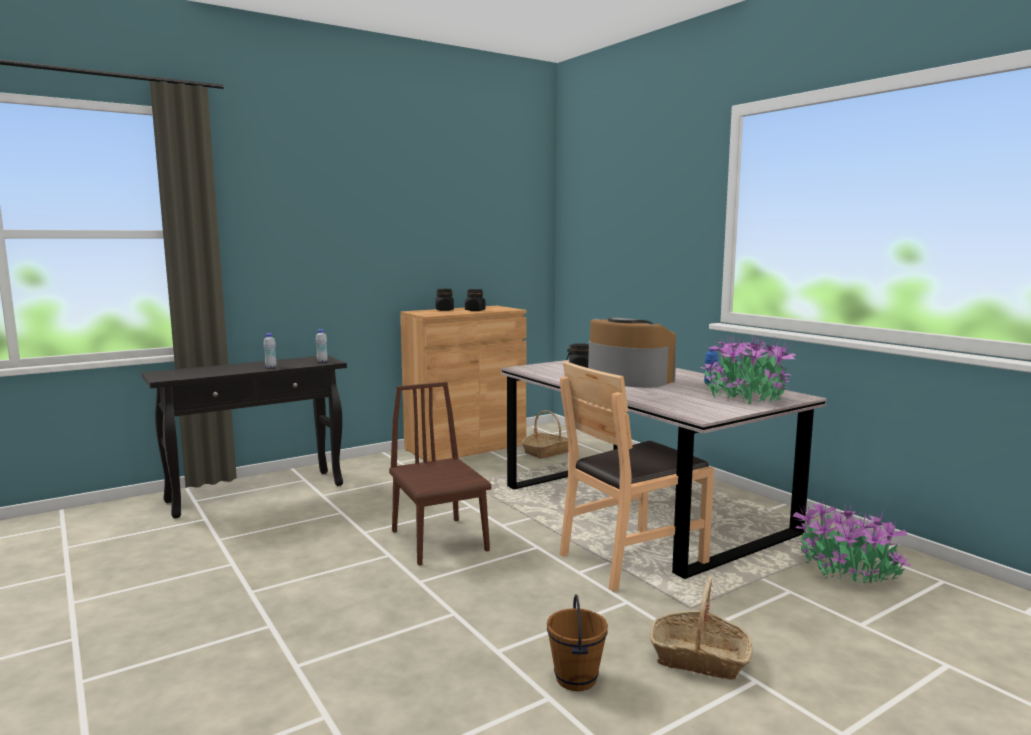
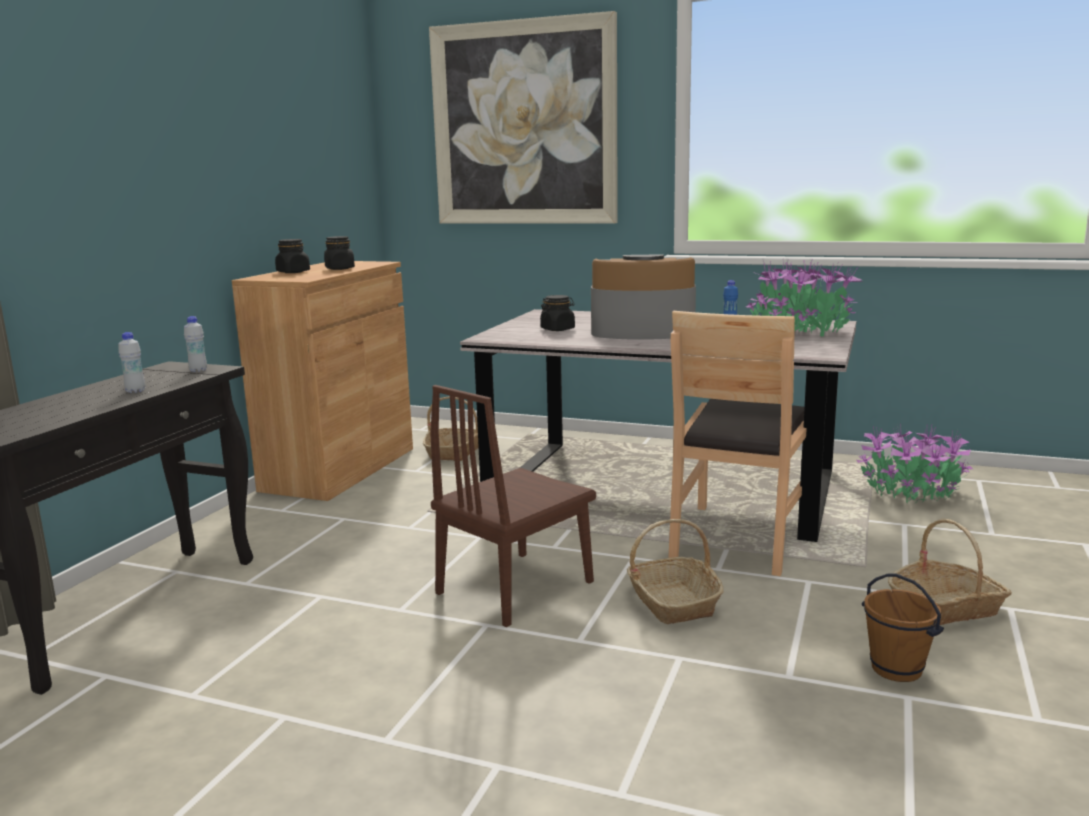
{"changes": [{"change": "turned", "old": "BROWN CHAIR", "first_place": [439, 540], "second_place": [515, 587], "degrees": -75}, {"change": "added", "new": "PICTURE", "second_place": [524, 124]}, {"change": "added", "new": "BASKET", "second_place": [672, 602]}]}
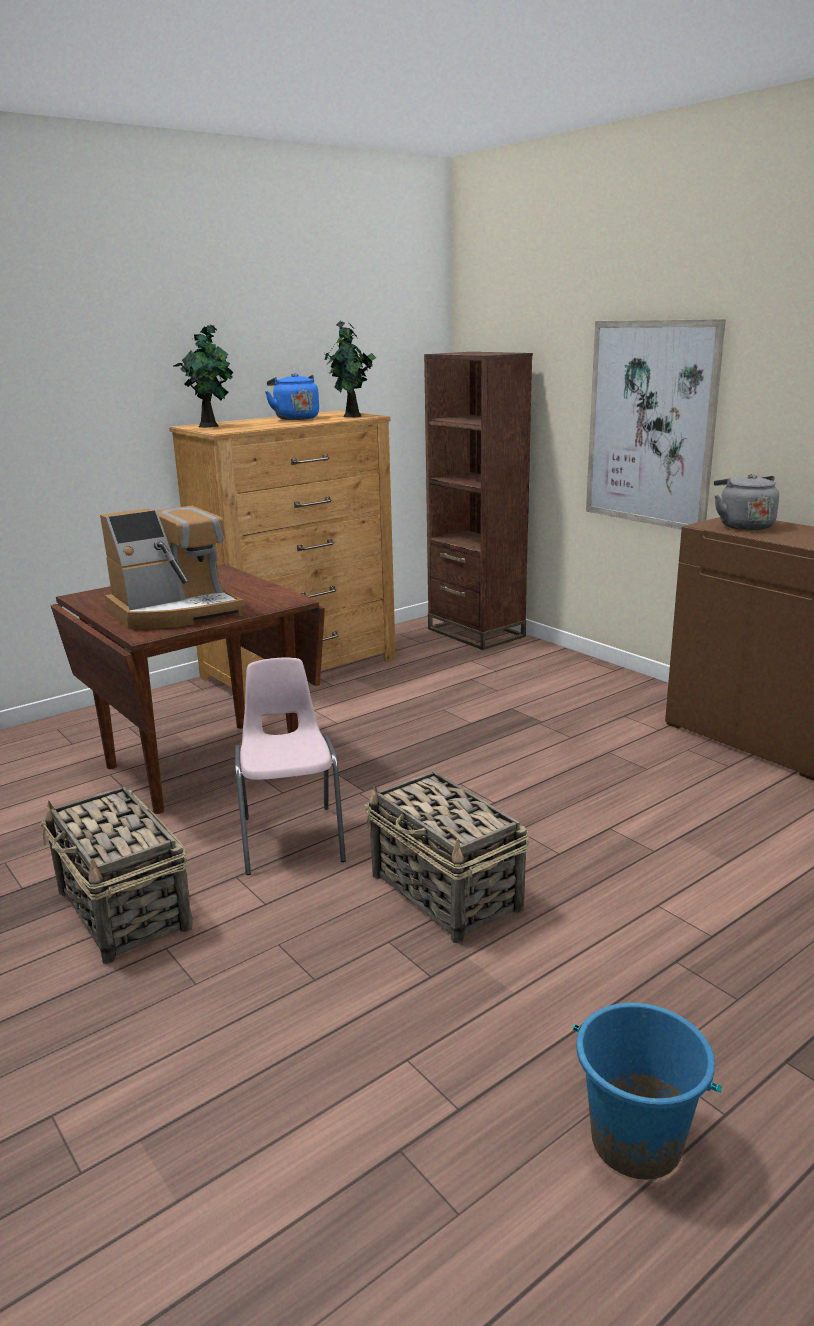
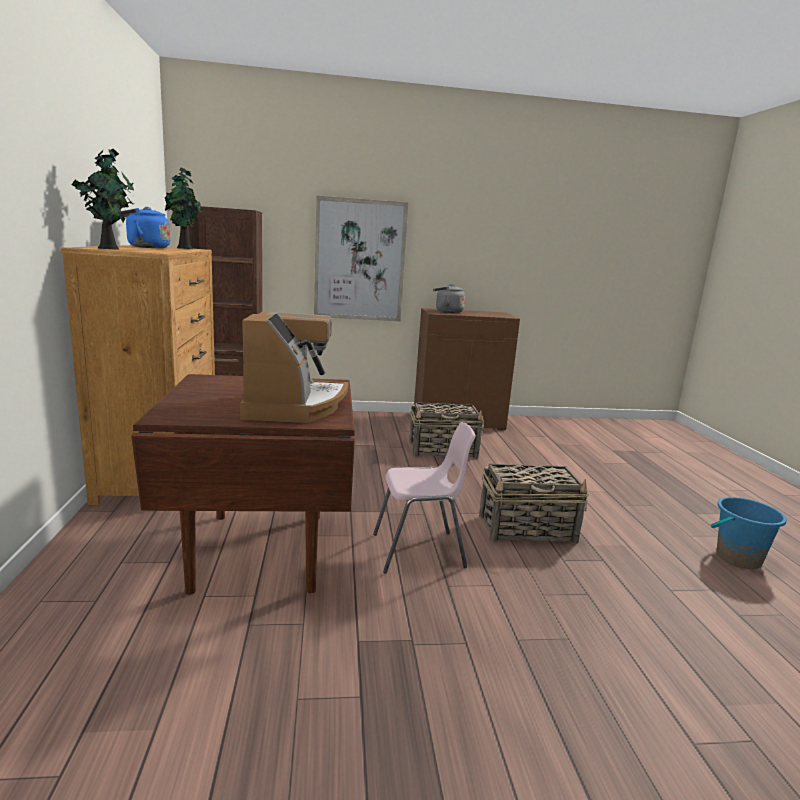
{"changes": [{"change": "turned", "old": "PINK CHAIR", "first_place": [292, 838], "second_place": [419, 551], "degrees": 150}, {"change": "moved", "old": "BASKET", "first_place": [124, 911], "second_place": [443, 450]}]}
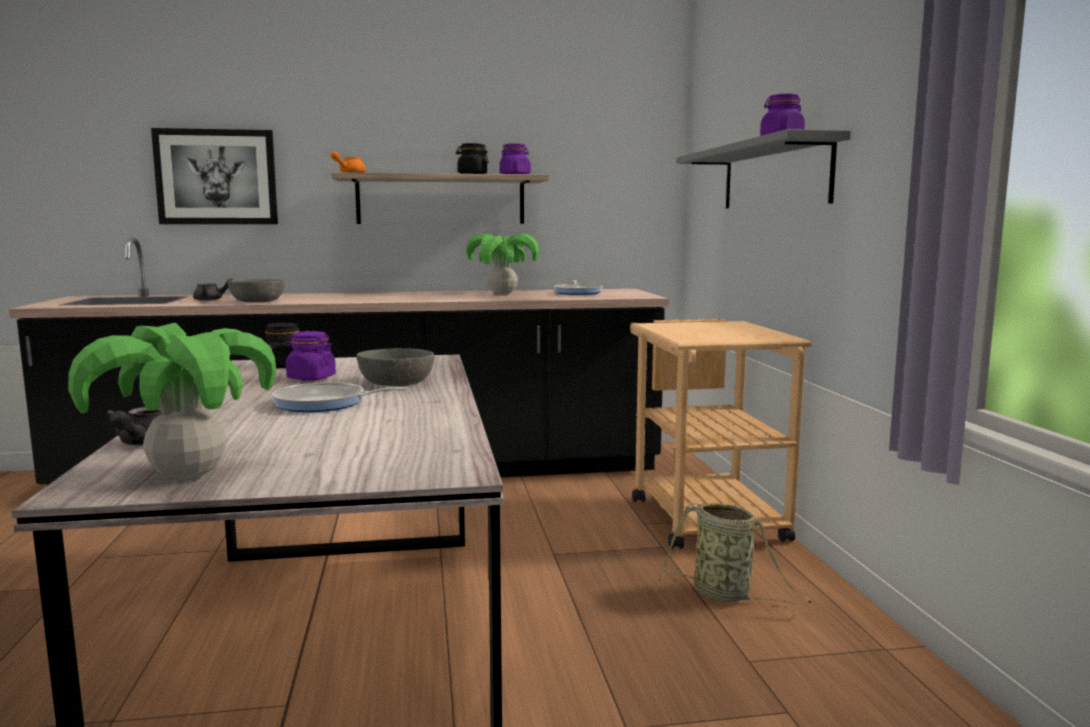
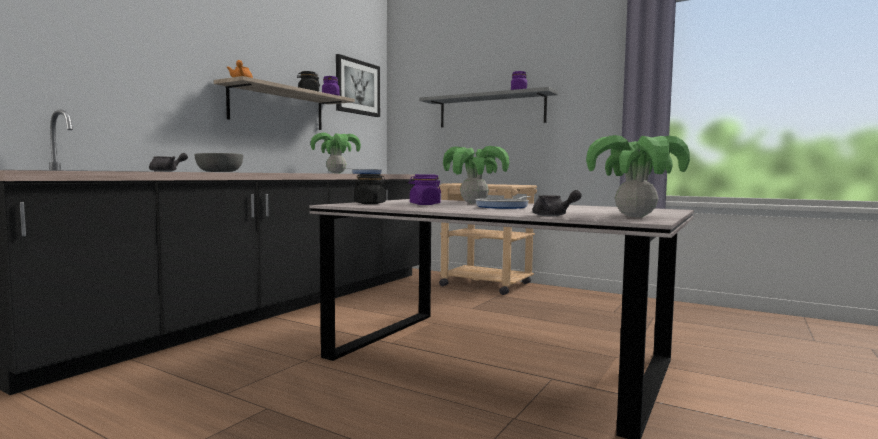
{"changes": [{"change": "moved", "old": "PICTURE", "first_place": [216, 177], "second_place": [357, 87]}, {"change": "replaced", "old": "GREY BOWL", "new": "POTTED PLANT", "first_place": [396, 383], "second_place": [473, 203]}, {"change": "removed", "old": "BASKET", "first_place": [726, 595]}]}
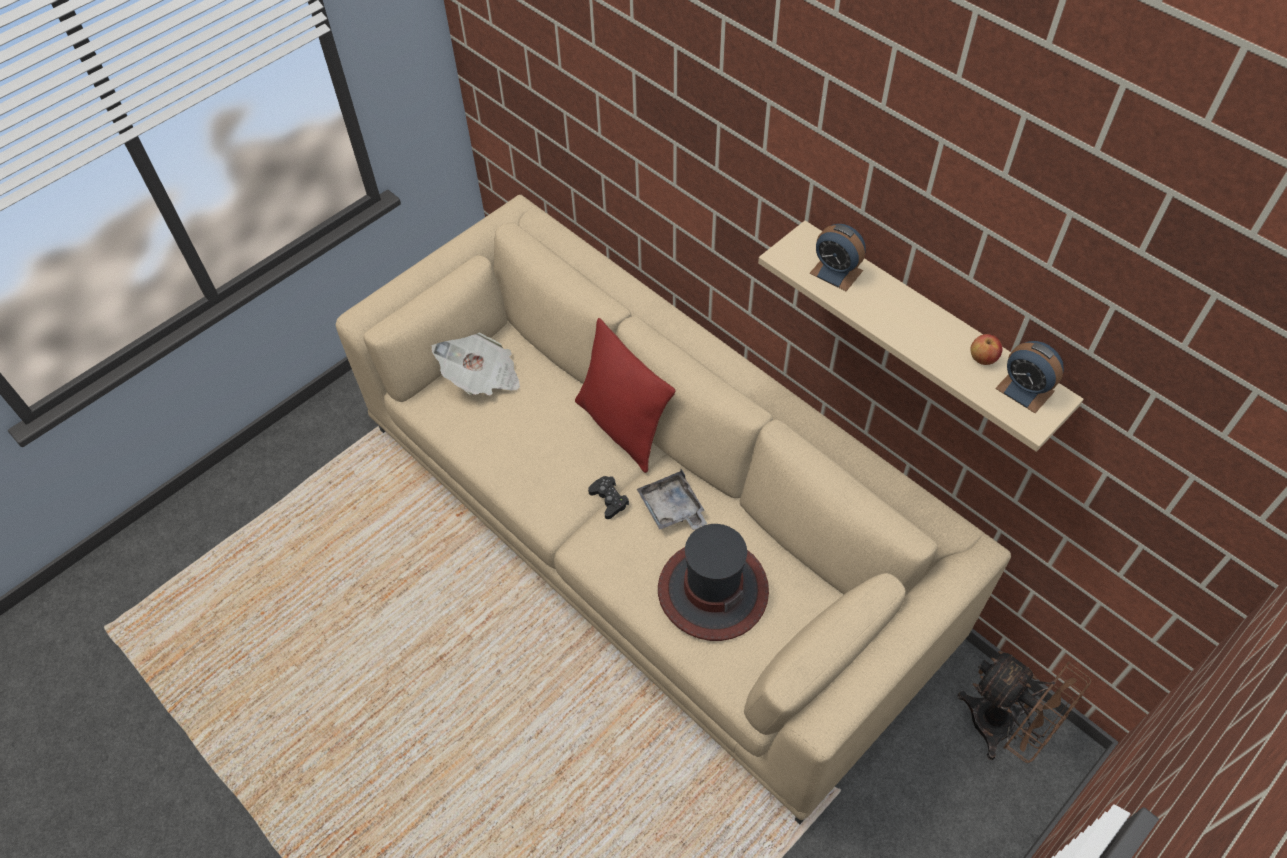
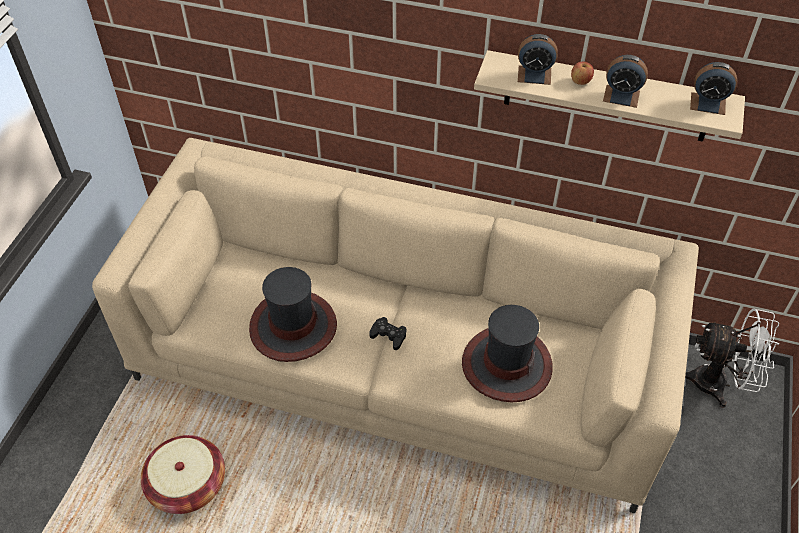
{"changes": [{"change": "removed", "old": "RED PILLOW", "first_place": [622, 428]}, {"change": "removed", "old": "NEWSPAPER", "first_place": [481, 376]}, {"change": "moved", "old": "APPLE", "first_place": [982, 358], "second_place": [580, 81]}, {"change": "removed", "old": "GREY TRAY", "first_place": [672, 509]}, {"change": "recoloured", "old": "BROWN FAN", "new": "WHITE FAN", "first_place": [1004, 729], "second_place": [718, 384]}, {"change": "added", "new": "ALARM CLOCK", "second_place": [621, 96]}, {"change": "added", "new": "HAT", "second_place": [292, 327]}, {"change": "added", "new": "BASKET", "second_place": [188, 485]}]}
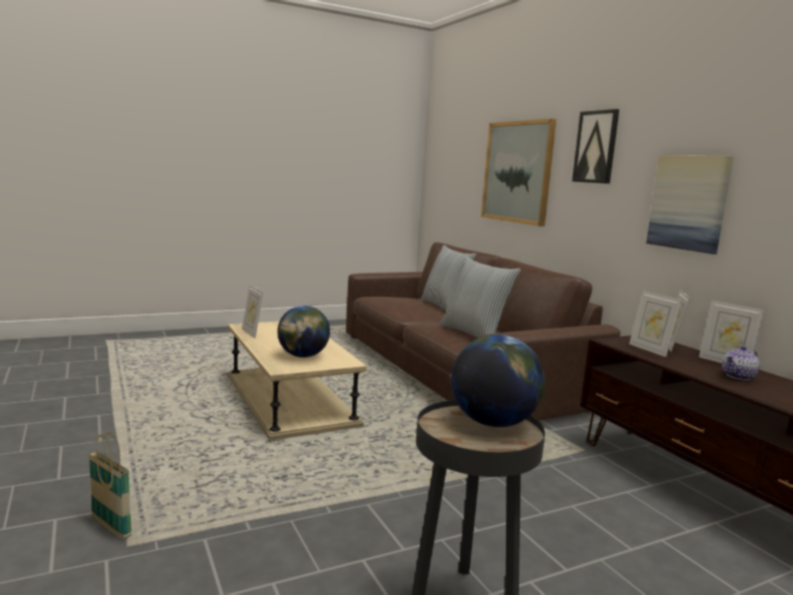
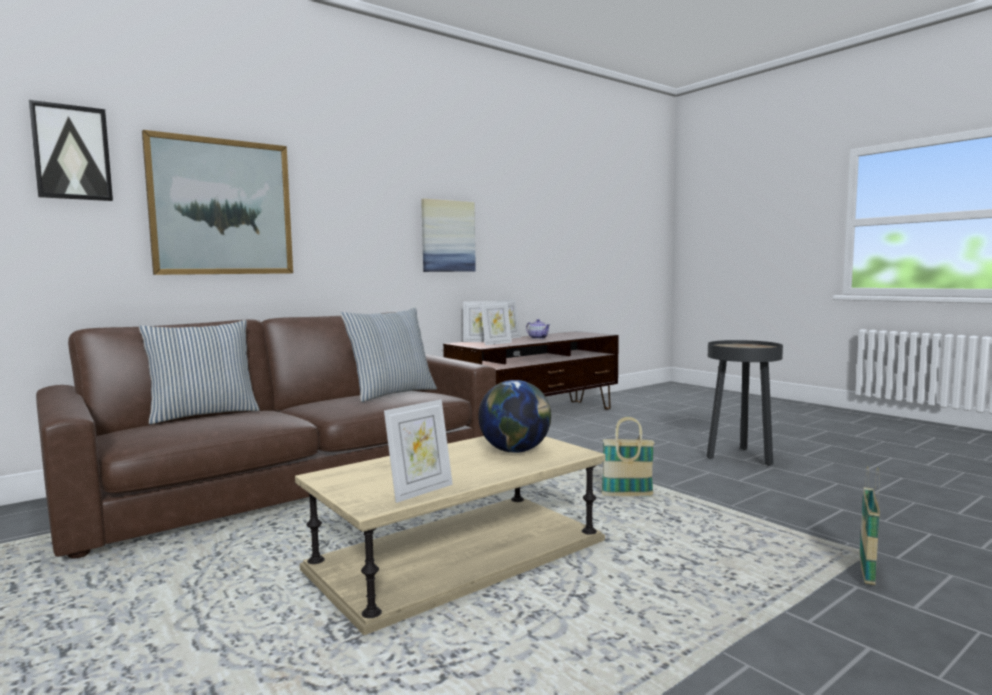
{"changes": [{"change": "moved", "old": "PICTURE", "first_place": [596, 147], "second_place": [72, 153]}, {"change": "removed", "old": "GLOBE", "first_place": [493, 422]}, {"change": "added", "new": "BASKET", "second_place": [627, 495]}]}
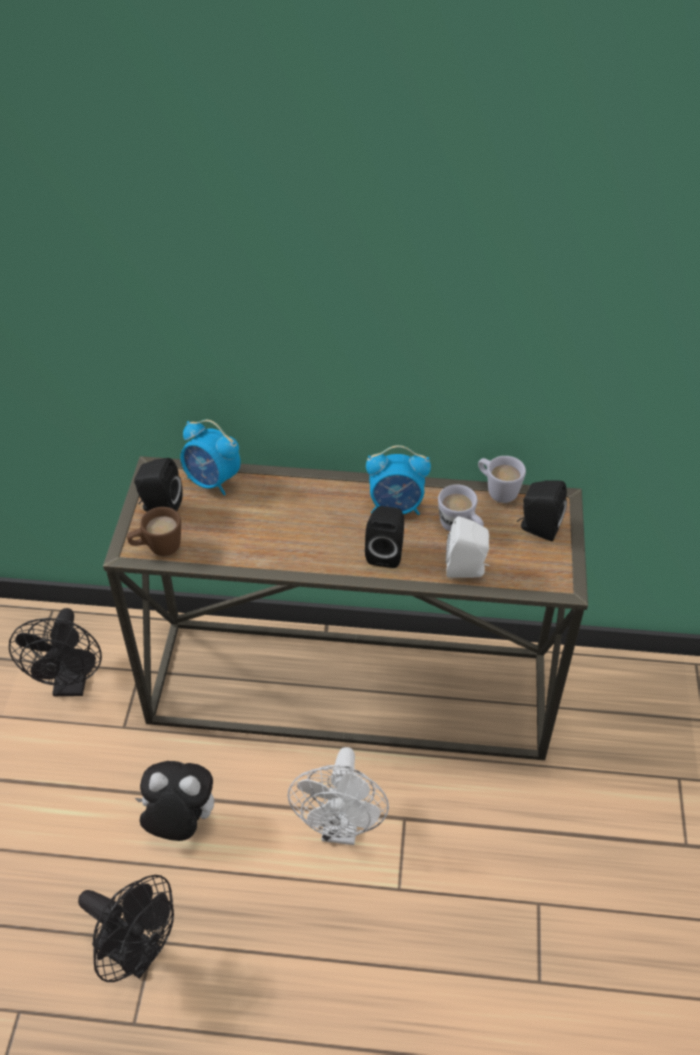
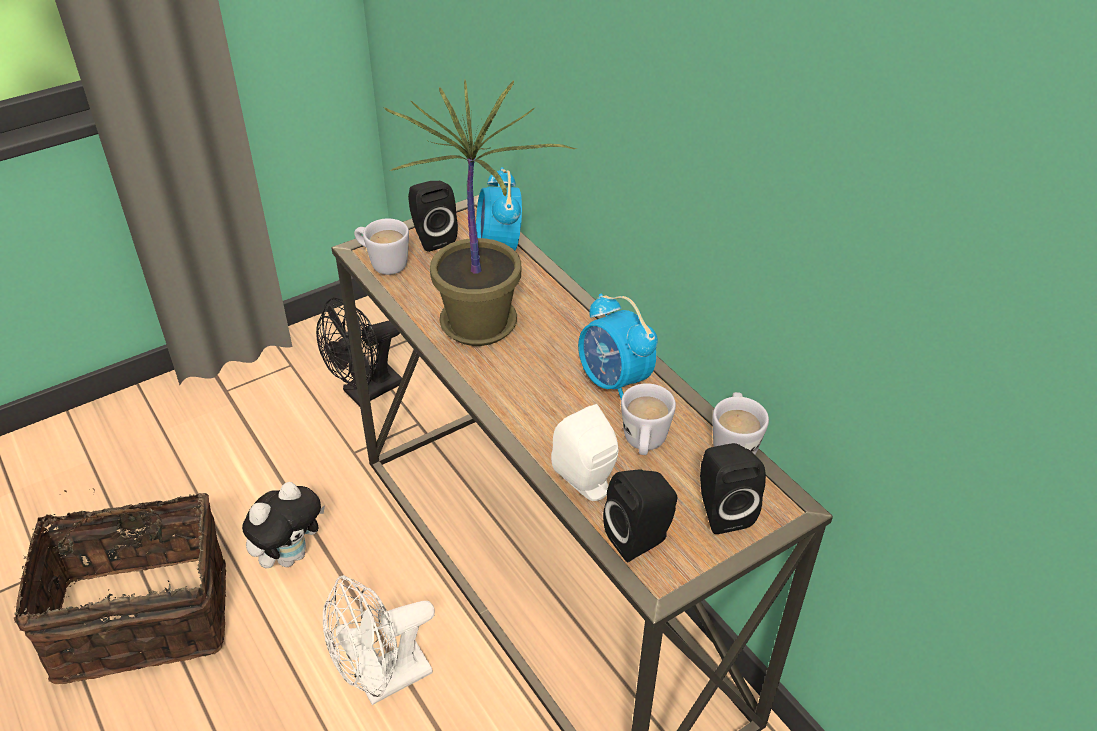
{"changes": [{"change": "moved", "old": "BLACK SPEAKER", "first_place": [385, 552], "second_place": [641, 539]}, {"change": "recoloured", "old": "BROWN MUG", "new": "WHITE MUG", "first_place": [157, 548], "second_place": [383, 263]}, {"change": "turned", "old": "PLUSH TOY", "first_place": [180, 823], "second_place": [290, 555], "degrees": 75}, {"change": "replaced", "old": "BLACK FAN", "new": "BASKET", "first_place": [137, 953], "second_place": [143, 613]}, {"change": "added", "new": "POTTED PLANT", "second_place": [481, 326]}]}
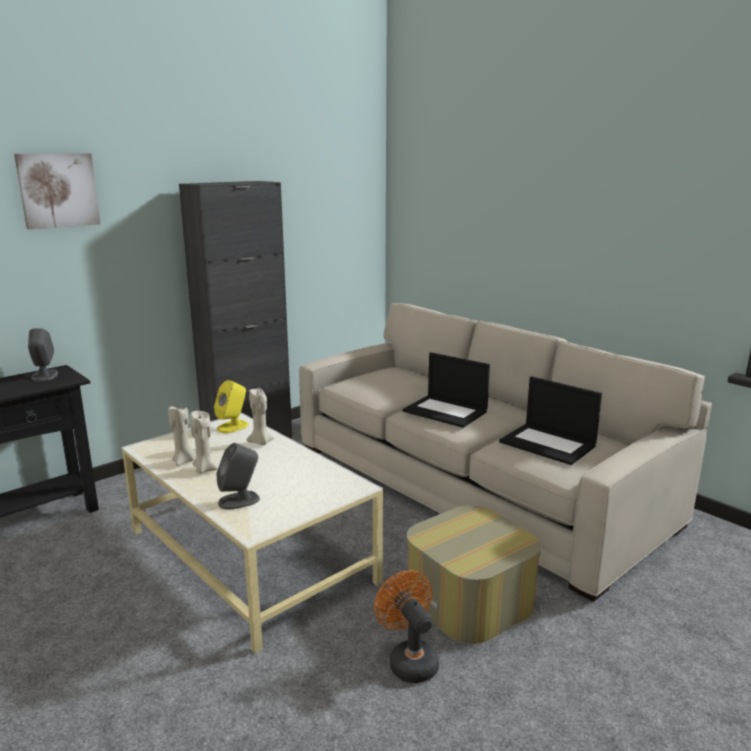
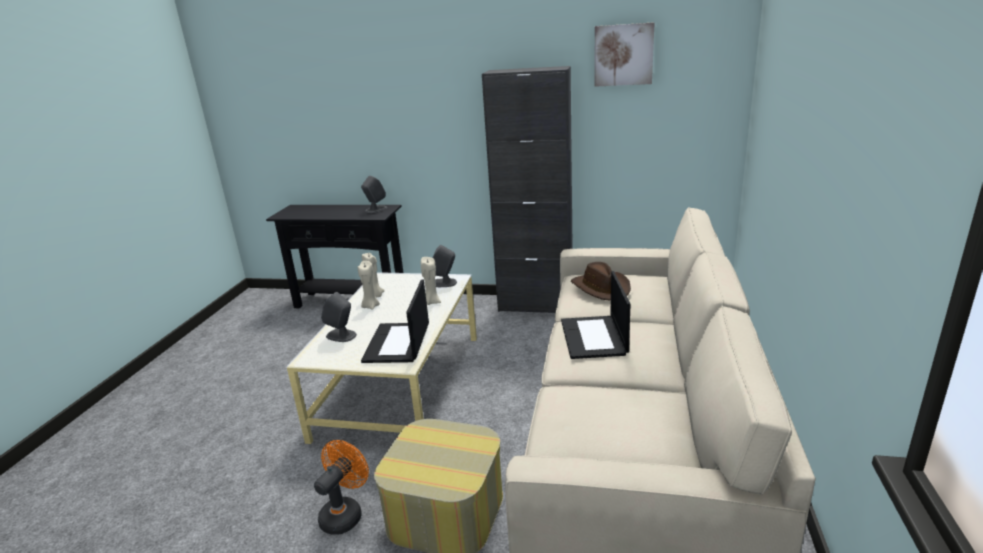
{"changes": [{"change": "moved", "old": "PICTURE", "first_place": [58, 190], "second_place": [623, 55]}, {"change": "moved", "old": "LAPTOP", "first_place": [549, 444], "second_place": [398, 343]}, {"change": "recoloured", "old": "YELLOW SPEAKER", "new": "GREY SPEAKER", "first_place": [233, 426], "second_place": [444, 283]}, {"change": "added", "new": "BROWN HAT", "second_place": [601, 288]}]}
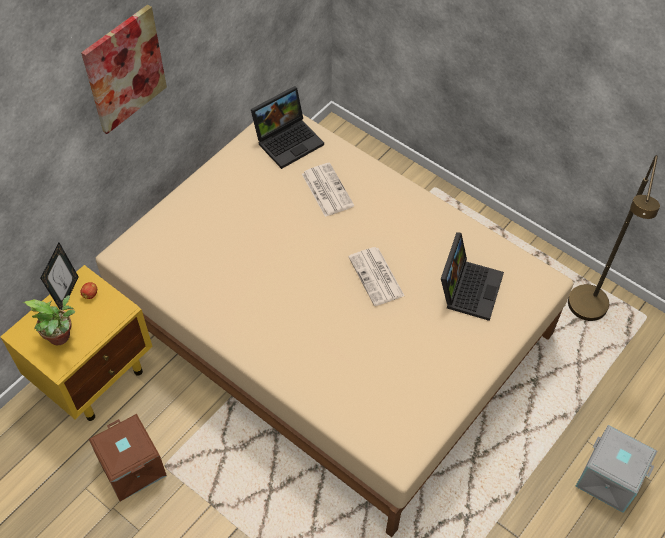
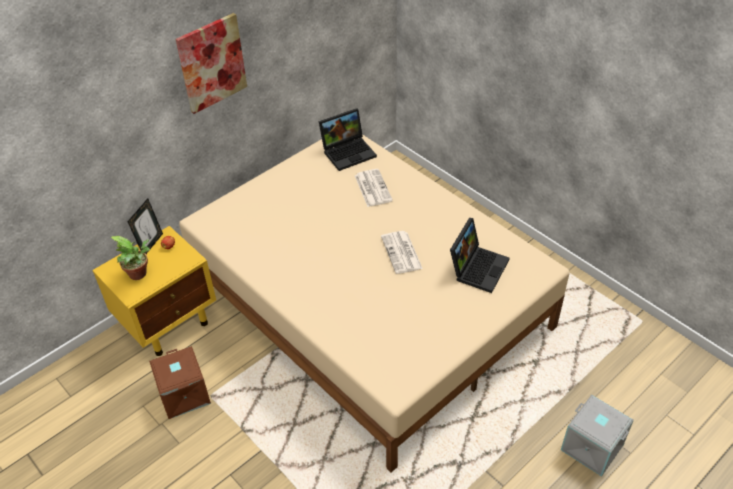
{"changes": [{"change": "removed", "old": "BROWN FLOOR LAMP", "first_place": [586, 314]}]}
